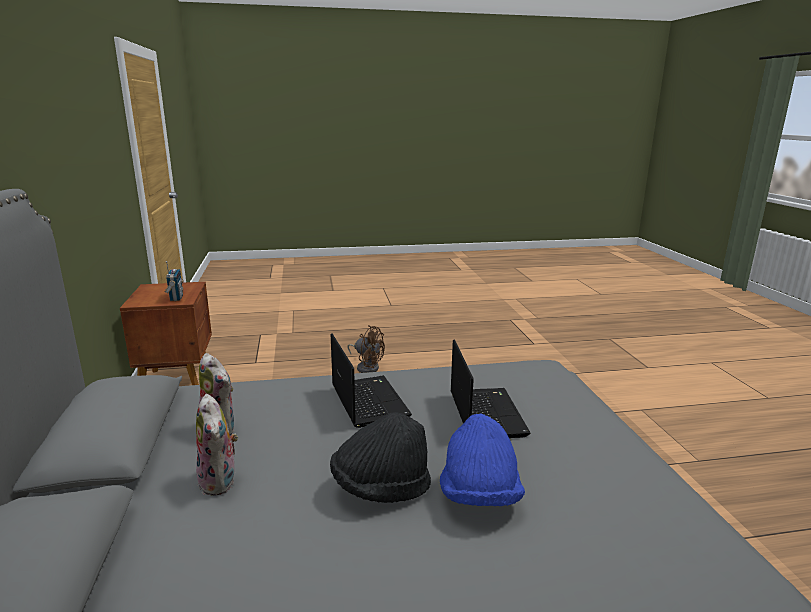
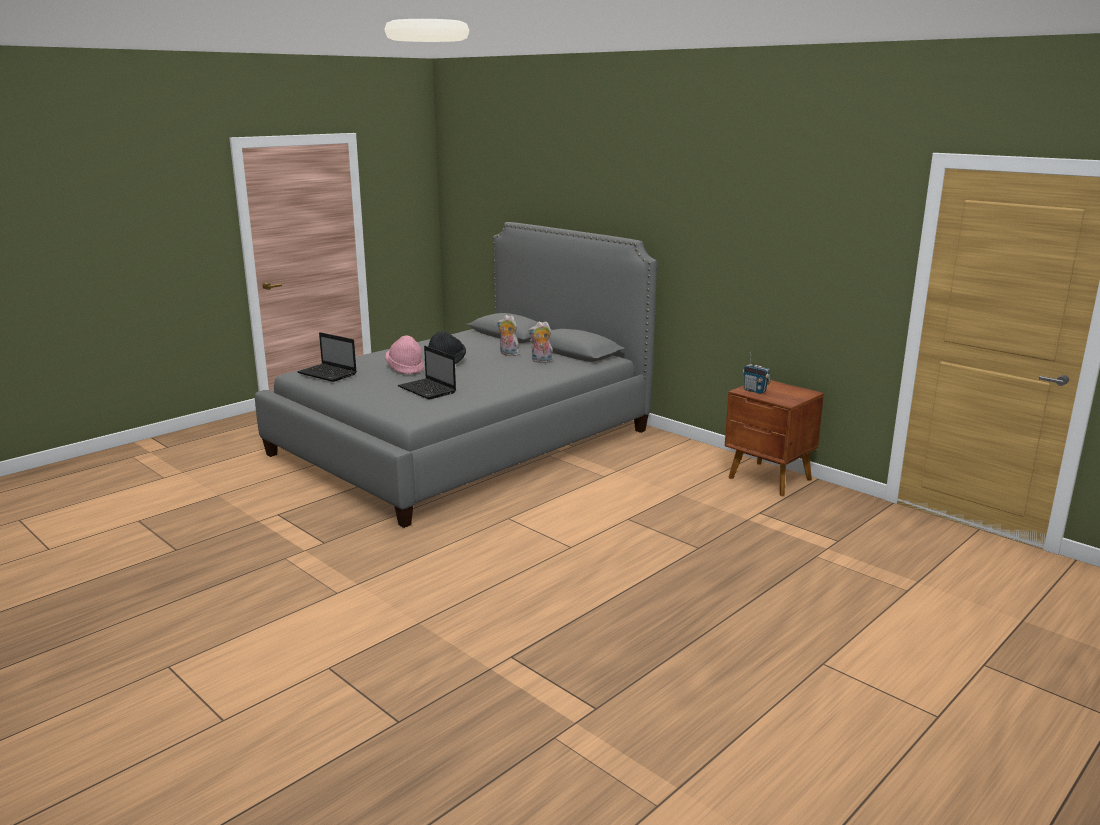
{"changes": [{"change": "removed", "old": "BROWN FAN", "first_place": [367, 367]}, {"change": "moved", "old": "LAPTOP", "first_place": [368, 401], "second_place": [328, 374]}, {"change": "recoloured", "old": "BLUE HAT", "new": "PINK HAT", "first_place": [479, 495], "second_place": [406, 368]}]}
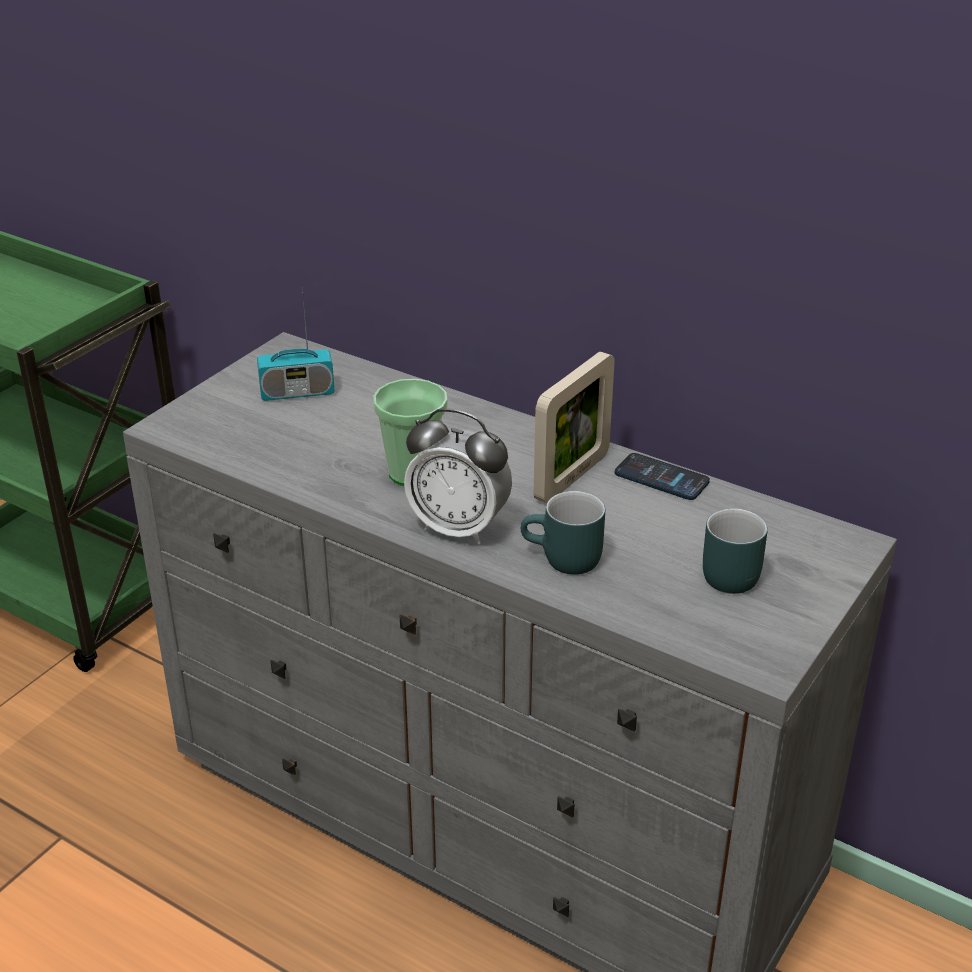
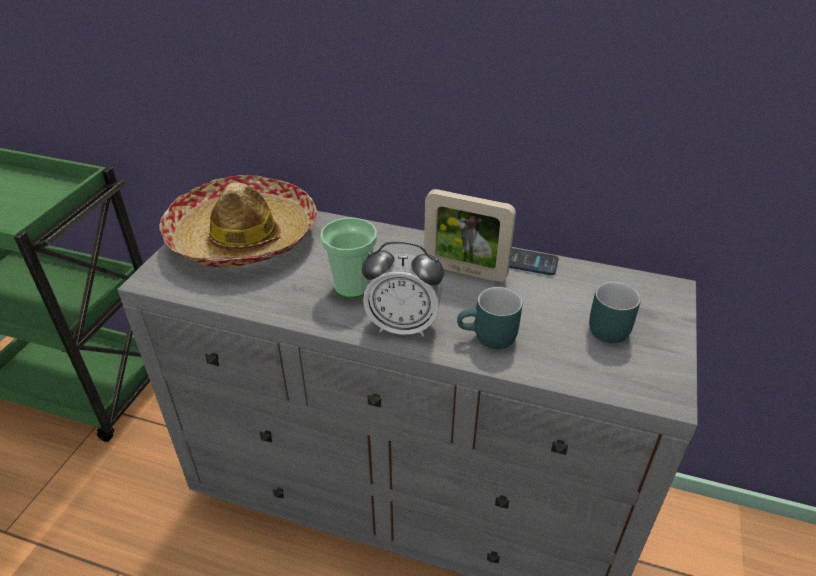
{"changes": [{"change": "replaced", "old": "RADIO", "new": "HAT", "first_place": [297, 392], "second_place": [243, 236]}, {"change": "turned", "old": "PICTURE FRAME", "first_place": [572, 477], "second_place": [465, 271], "degrees": 90}]}
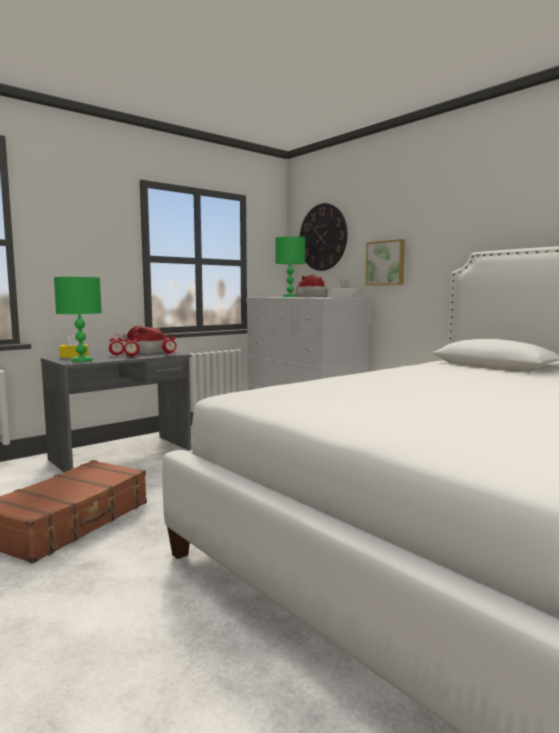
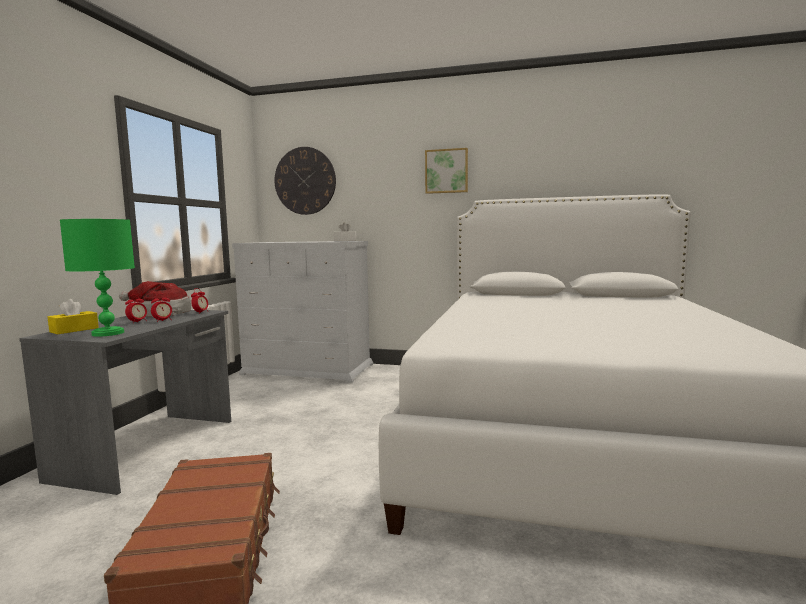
{"changes": [{"change": "removed", "old": "GREEN TABLE LAMP", "first_place": [290, 297]}, {"change": "moved", "old": "PICTURE", "first_place": [386, 263], "second_place": [446, 171]}, {"change": "removed", "old": "HAT", "first_place": [312, 297]}]}
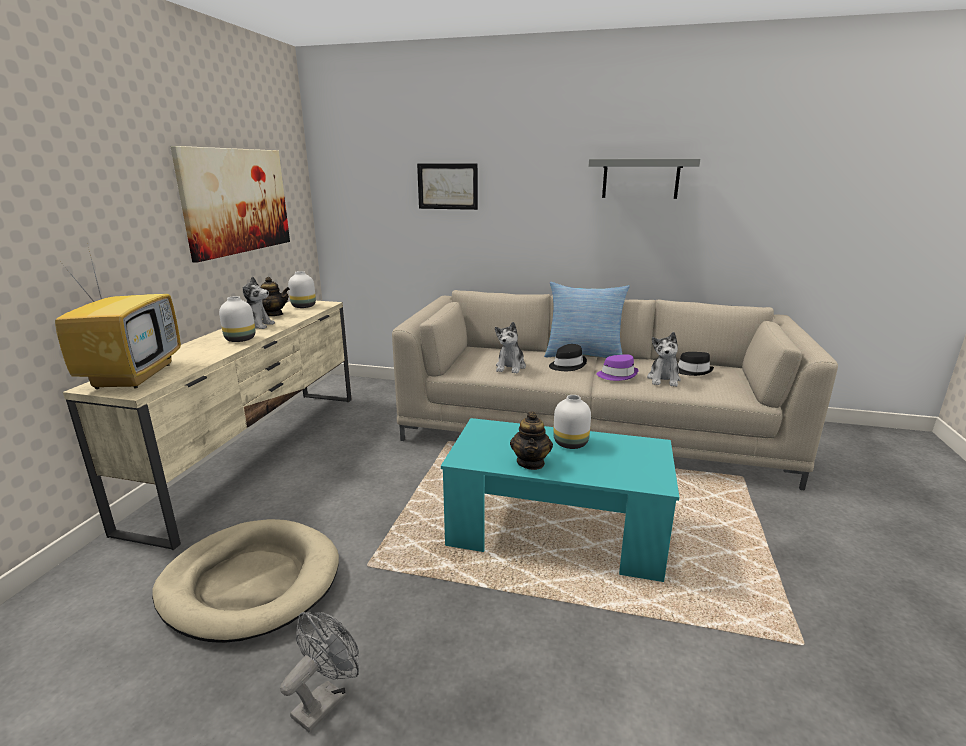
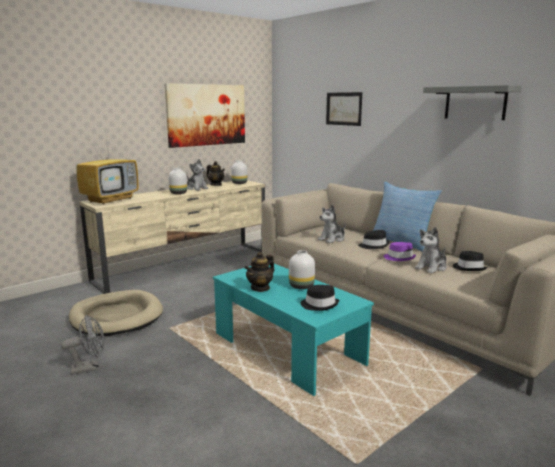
{"changes": [{"change": "added", "new": "BLACK HAT", "second_place": [319, 305]}]}
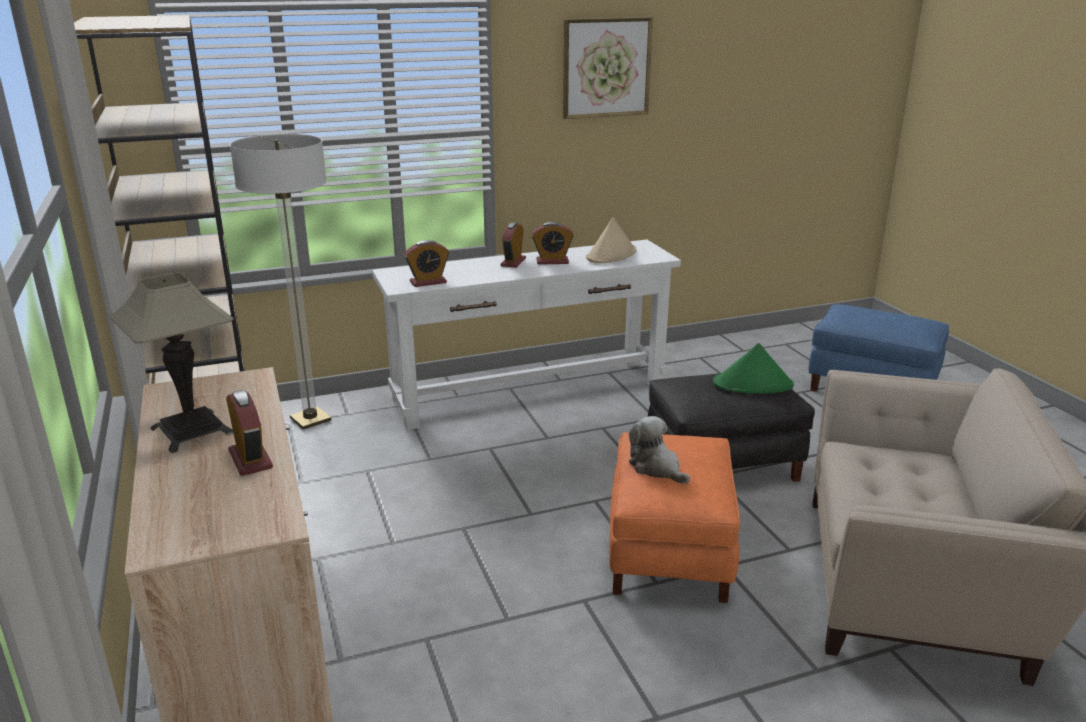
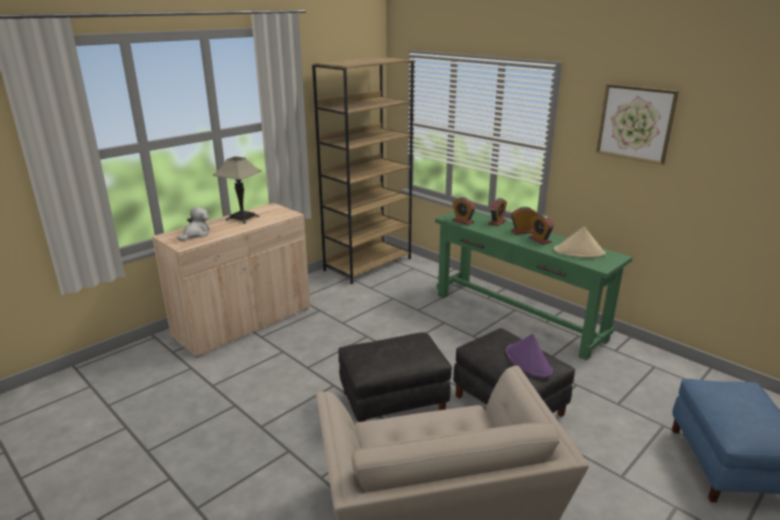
{"changes": [{"change": "removed", "old": "FLOOR LAMP", "first_place": [310, 420]}, {"change": "recoloured", "old": "WHITE CONSOLE TABLE", "new": "GREEN CONSOLE TABLE", "first_place": [529, 392], "second_place": [517, 317]}, {"change": "recoloured", "old": "GREEN HAT", "new": "PURPLE HAT", "first_place": [753, 384], "second_place": [528, 362]}, {"change": "moved", "old": "ALARM CLOCK", "first_place": [250, 459], "second_place": [497, 222]}, {"change": "moved", "old": "PLUSH TOY", "first_place": [657, 468], "second_place": [196, 234]}, {"change": "recoloured", "old": "ORANGE OTTOMAN", "new": "BLACK OTTOMAN", "first_place": [670, 553], "second_place": [393, 403]}]}
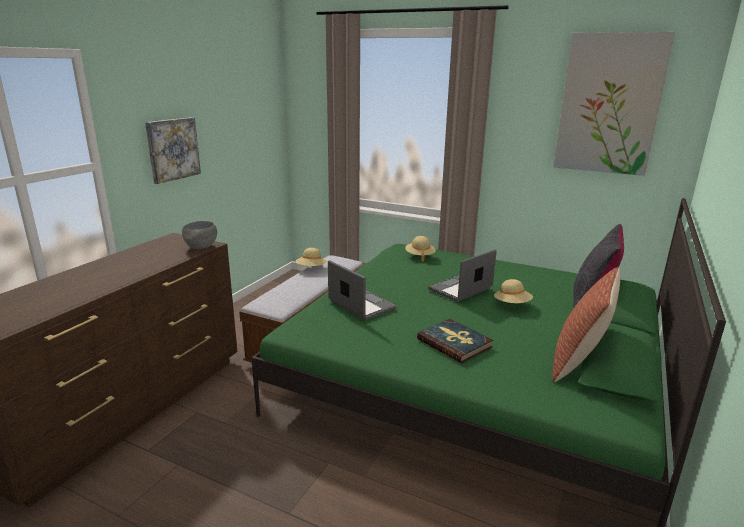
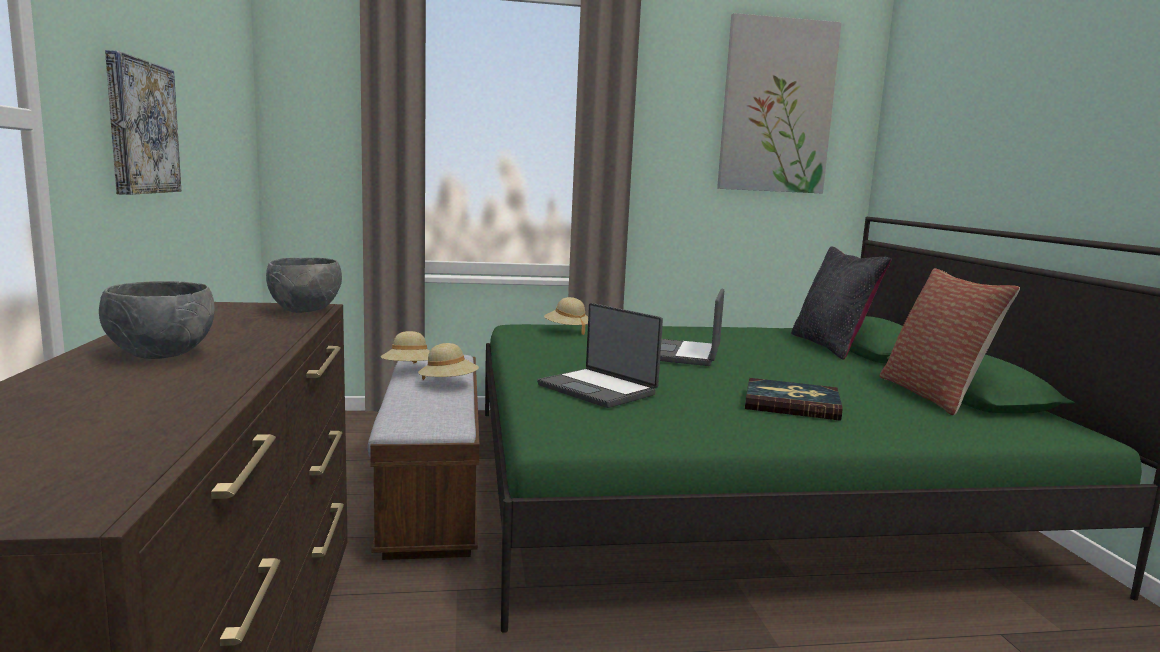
{"changes": [{"change": "turned", "old": "LAPTOP", "first_place": [361, 305], "second_place": [598, 389], "degrees": -150}, {"change": "moved", "old": "BEIGE HAT", "first_place": [512, 304], "second_place": [448, 384]}, {"change": "added", "new": "GREY BOWL", "second_place": [160, 354]}]}
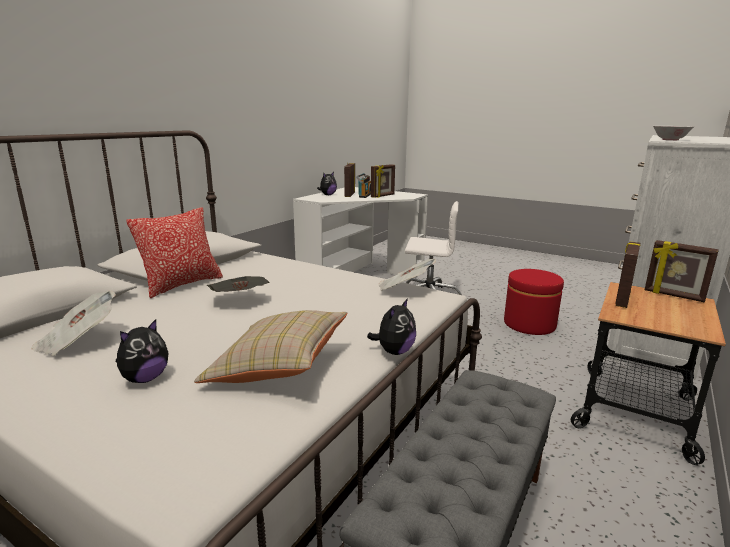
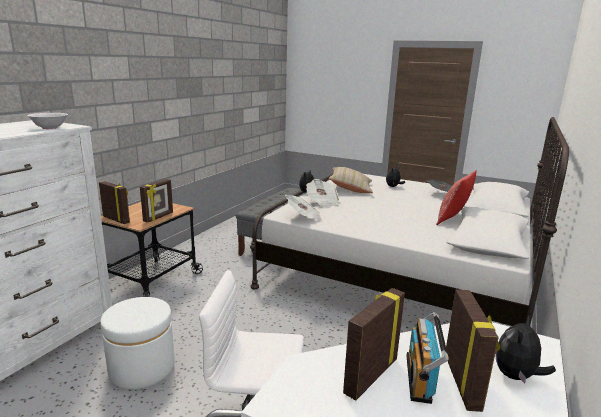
{"changes": [{"change": "recoloured", "old": "RED OTTOMAN", "new": "WHITE OTTOMAN", "first_place": [529, 324], "second_place": [142, 368]}, {"change": "moved", "old": "NEWSPAPER", "first_place": [240, 300], "second_place": [322, 203]}]}
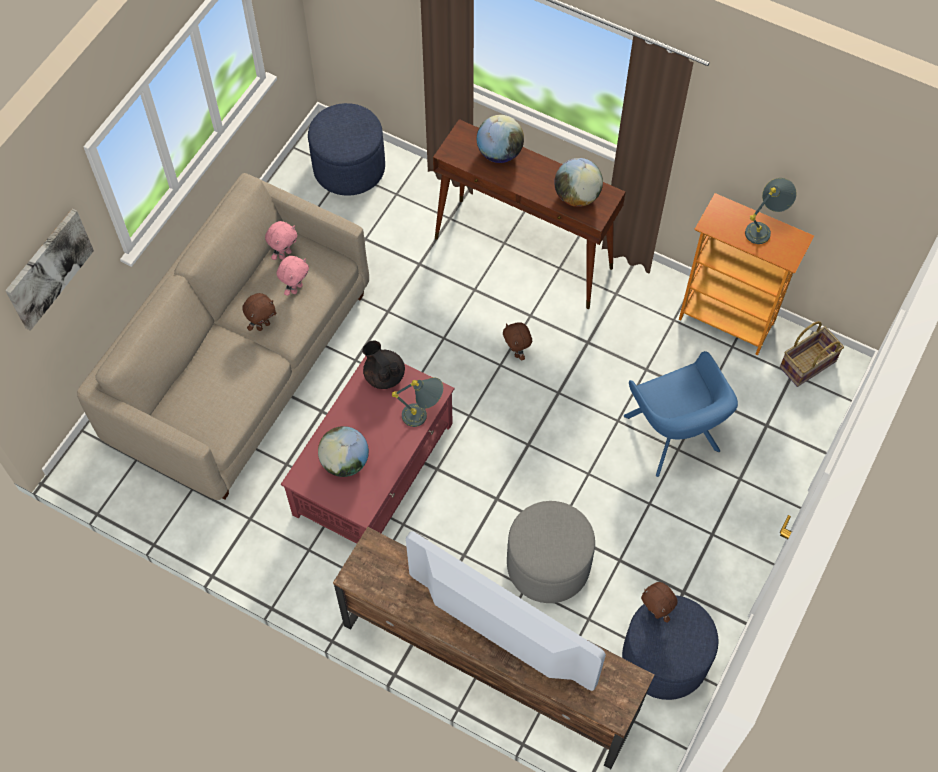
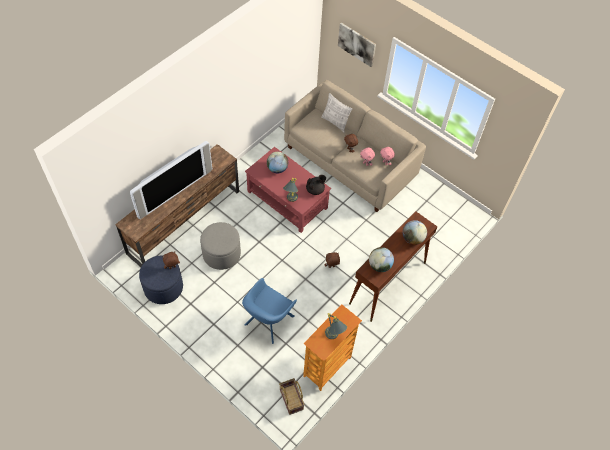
{"changes": [{"change": "removed", "old": "BLUE OTTOMAN", "first_place": [349, 167]}, {"change": "turned", "old": "BLUE ARMCHAIR", "first_place": [674, 437], "second_place": [268, 322], "degrees": -45}, {"change": "added", "new": "PILLOW", "second_place": [335, 122]}]}
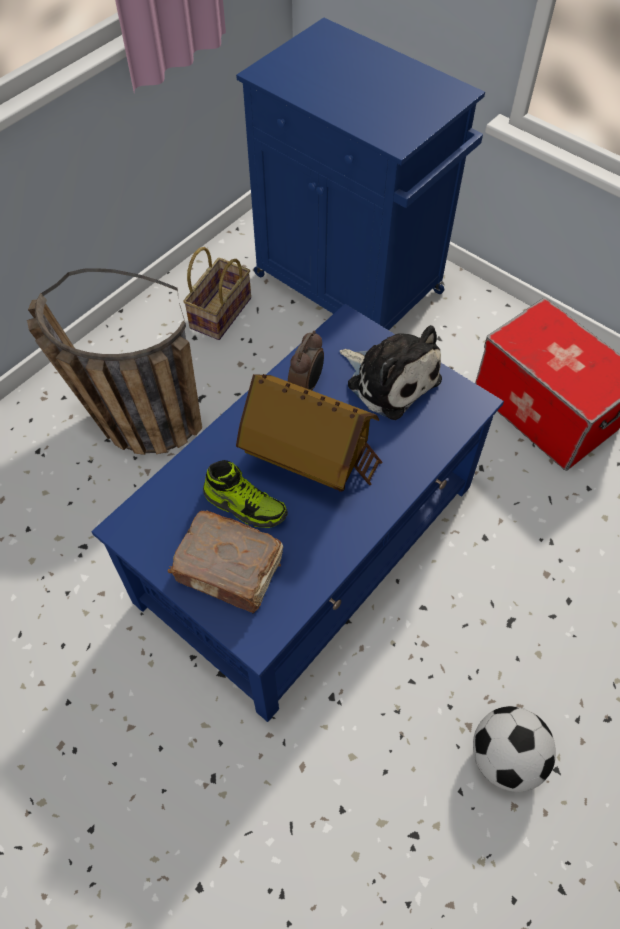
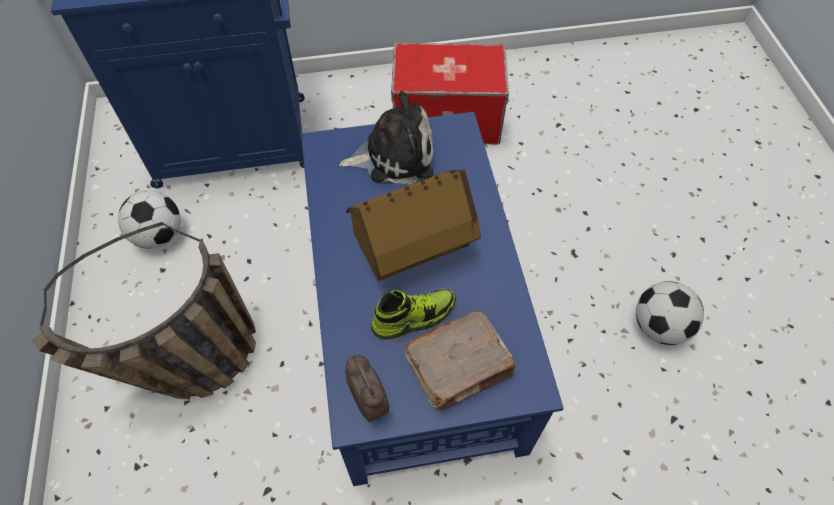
{"changes": [{"change": "replaced", "old": "BASKET", "new": "FOOTBALL", "first_place": [220, 311], "second_place": [159, 235]}, {"change": "moved", "old": "ALARM CLOCK", "first_place": [307, 385], "second_place": [370, 401]}]}
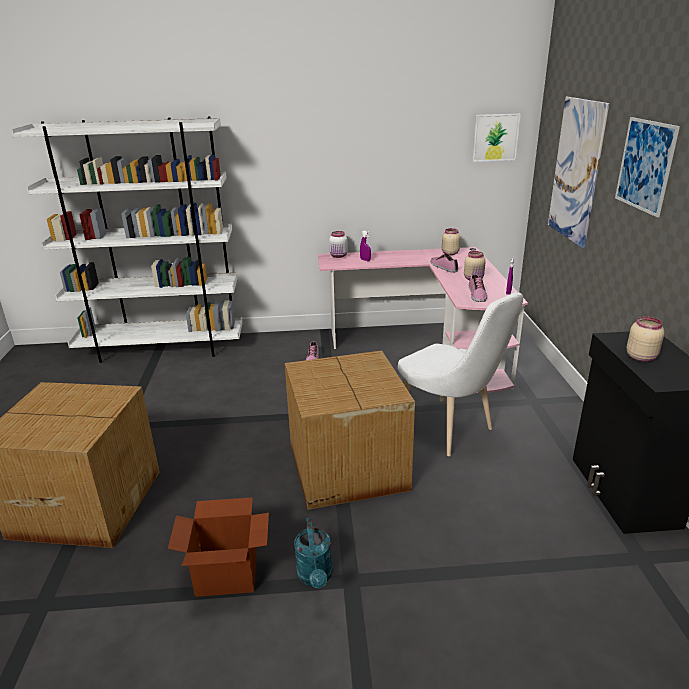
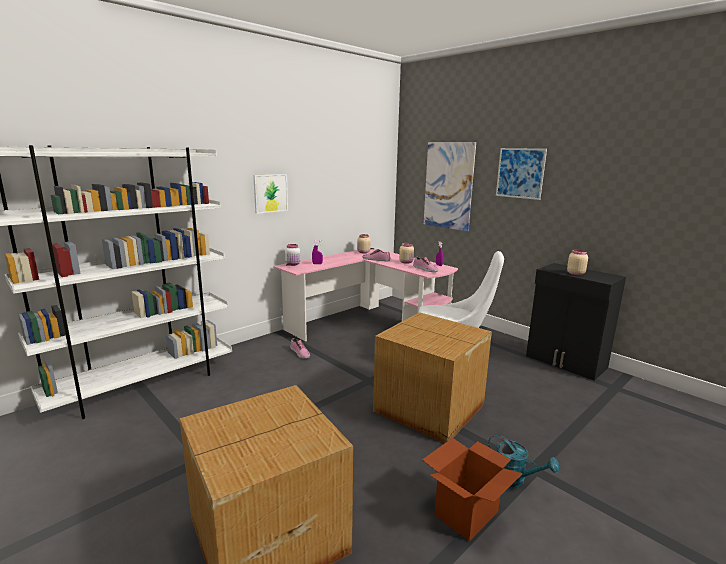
{"changes": [{"change": "moved", "old": "PICTURE", "first_place": [495, 137], "second_place": [270, 193]}]}
